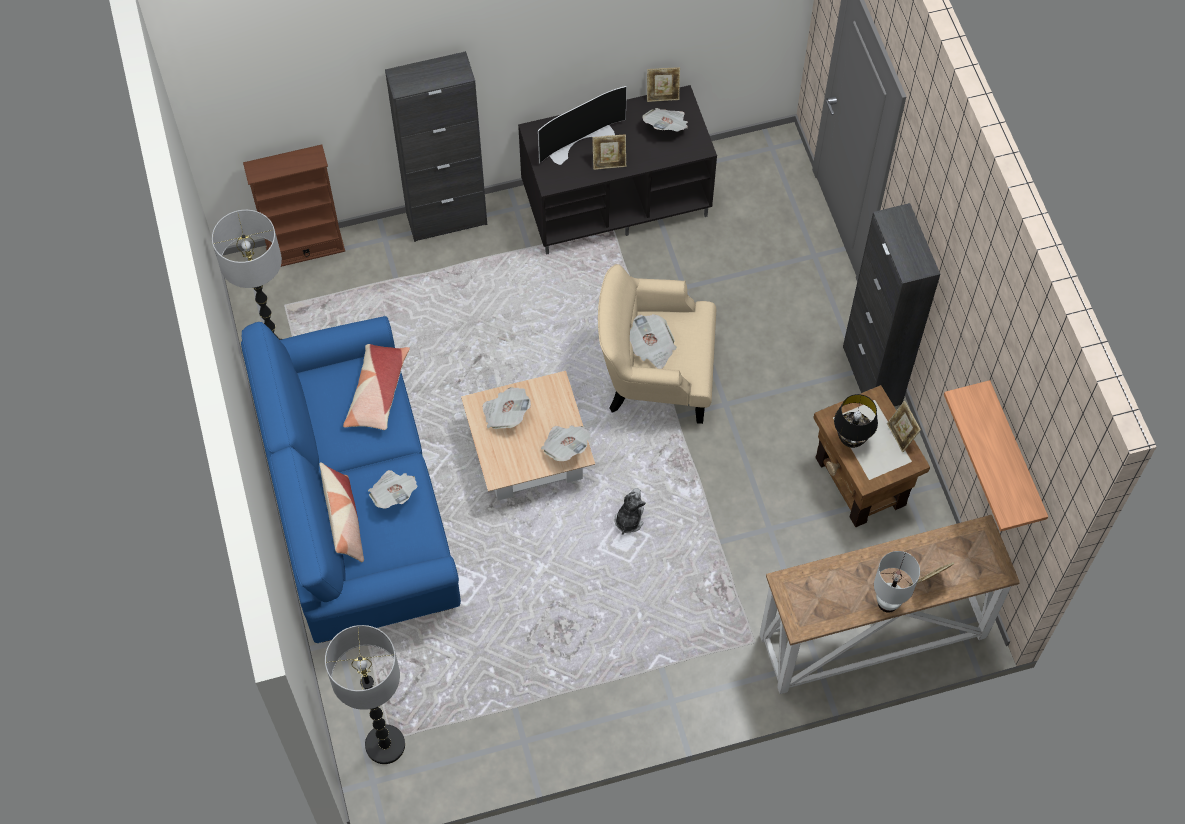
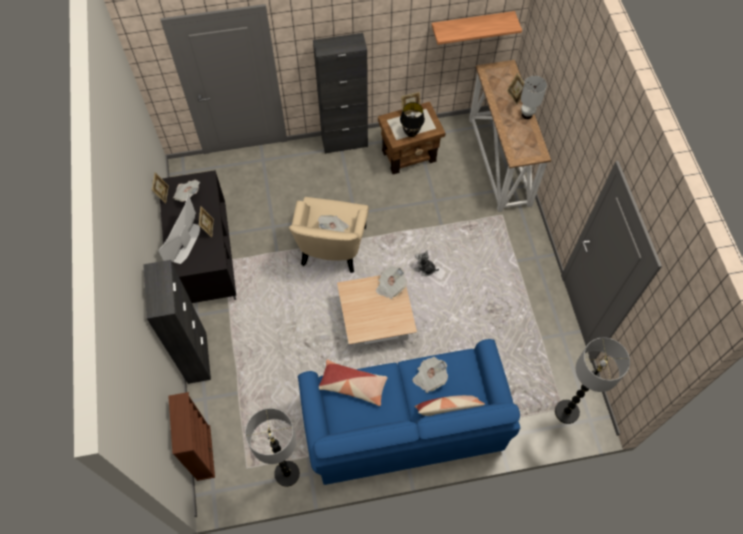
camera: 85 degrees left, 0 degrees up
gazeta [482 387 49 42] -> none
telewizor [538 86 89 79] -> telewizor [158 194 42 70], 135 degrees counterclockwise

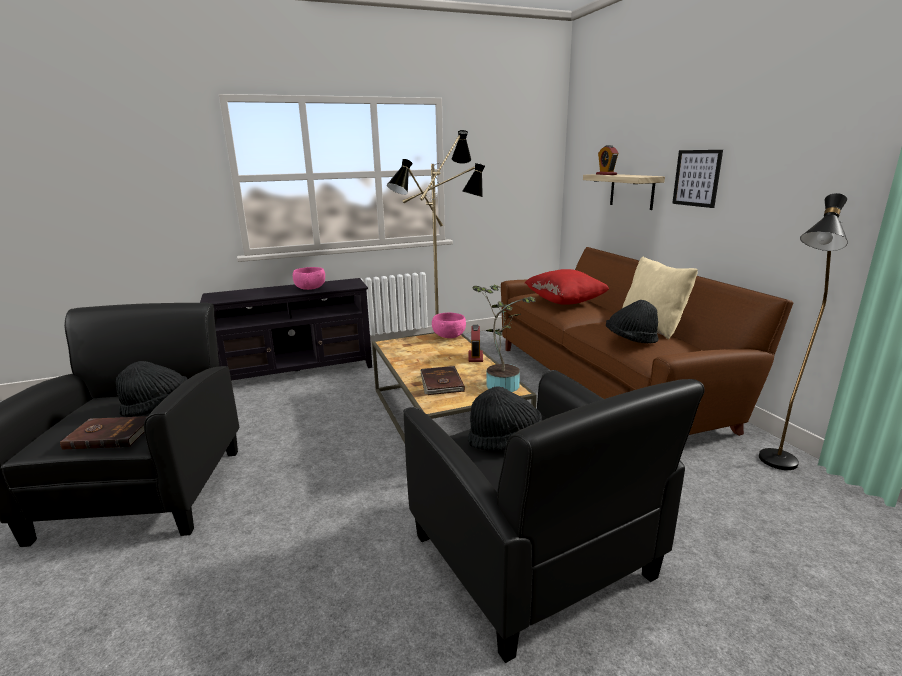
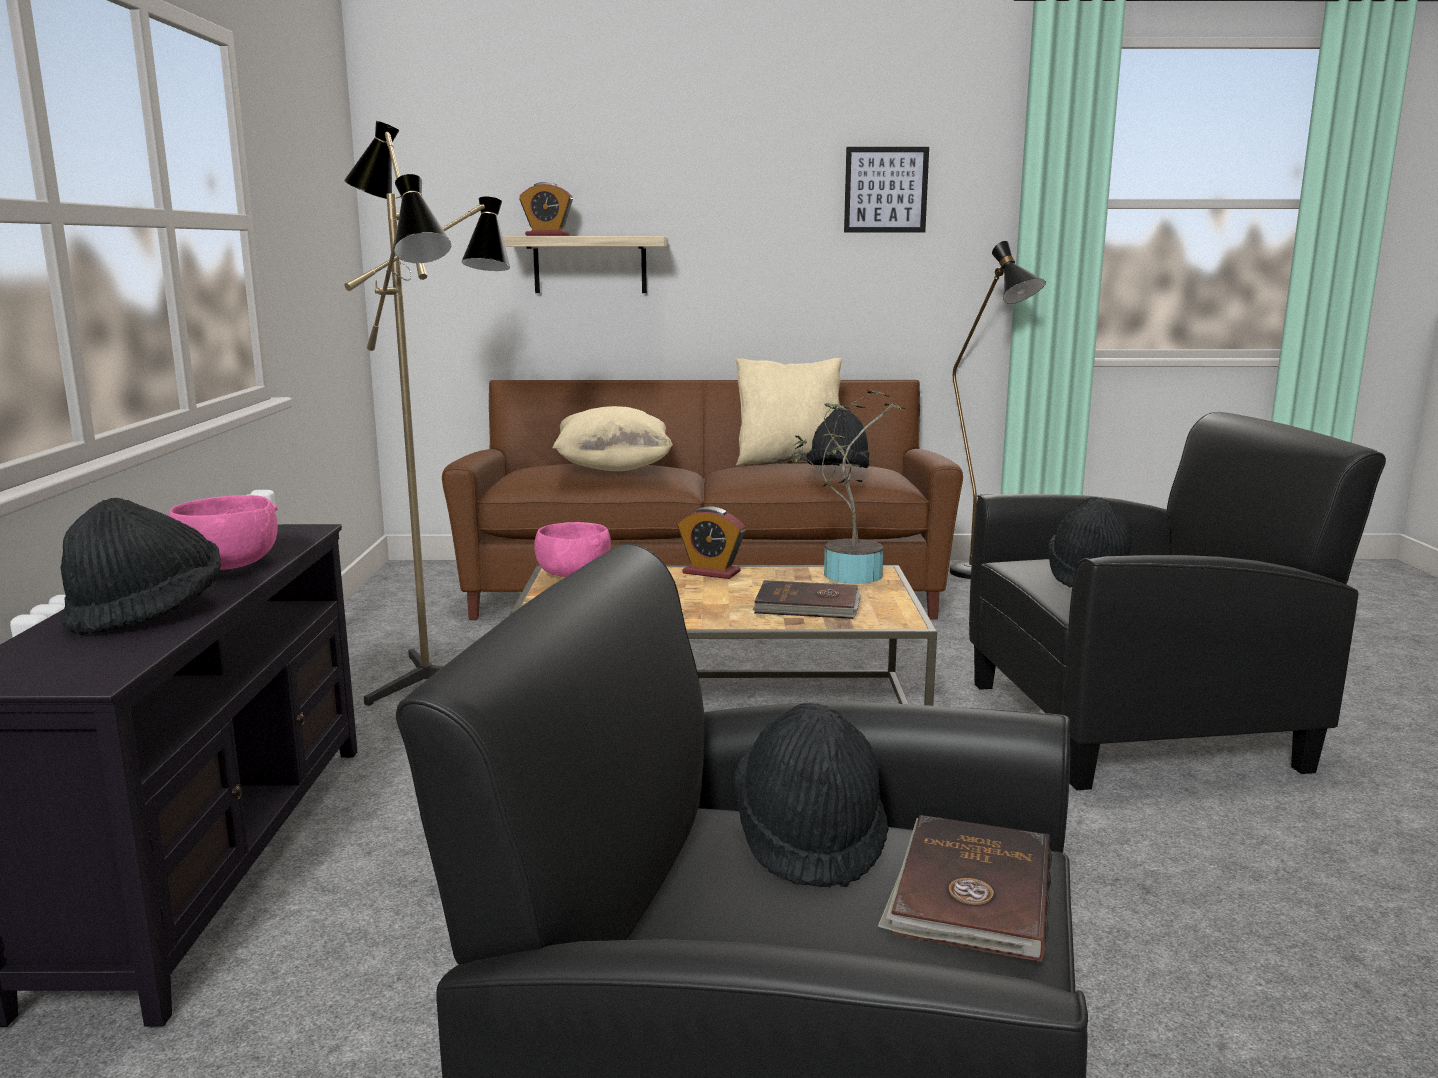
camera: 70 degrees left, 5 degrees down
poduszka (czerwony) [525 269 84 36] -> poduszka (beżowy) [553 406 120 65]
obraz [672 150 51 58] -> obraz [844 147 85 86], shifted
none -> kapelusz (czarny) [61 498 160 137]

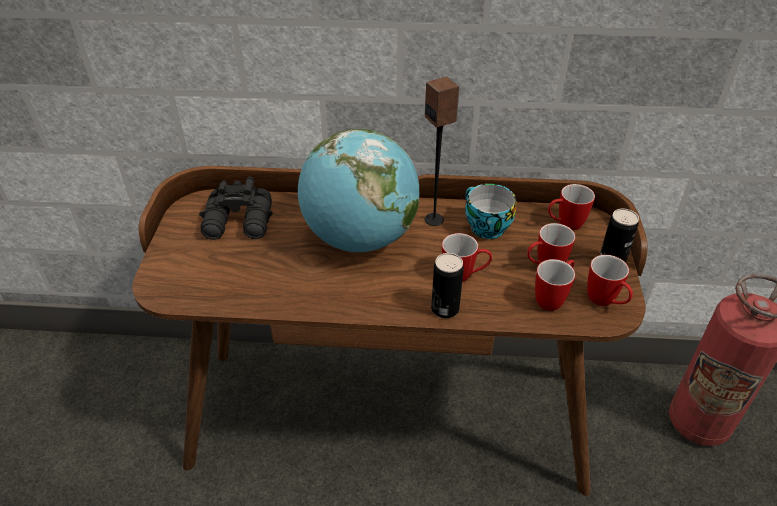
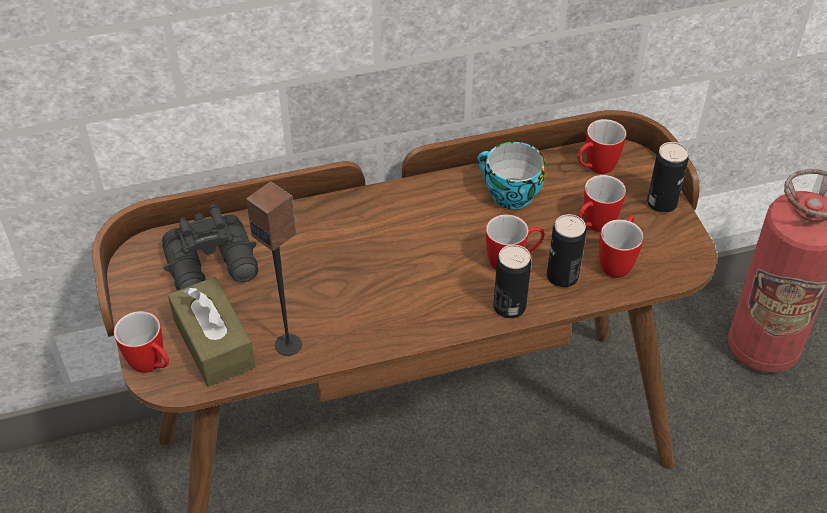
camera: 20 degrees left, 5 degrees up
globus [298 129 121 123] -> none
głośnik [424 77 36 149] -> głośnik [246 182 56 174], shifted
kubek [587 255 46 51] -> kubek [114 311 55 62], shifted
none -> pudełko chusteczek (brązowy) [168 277 88 110]
none -> puszka [547 214 39 73]

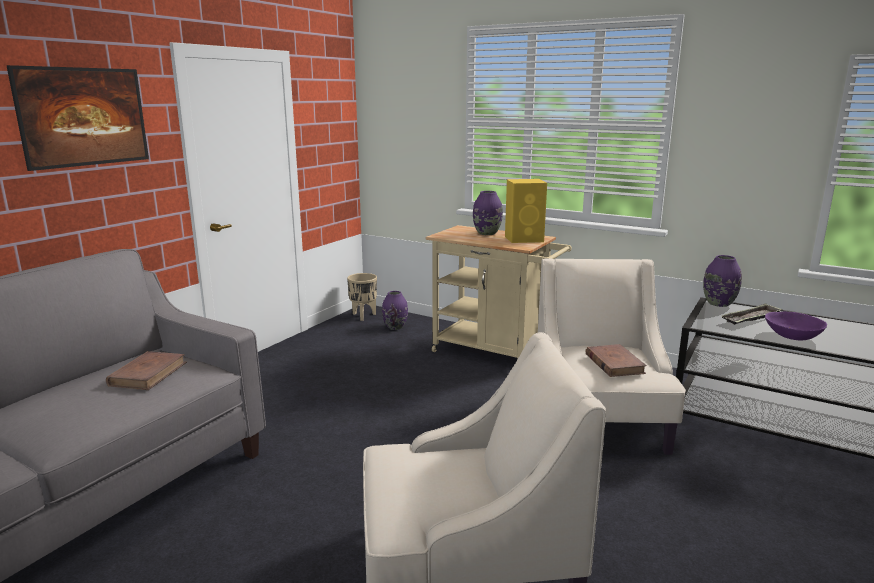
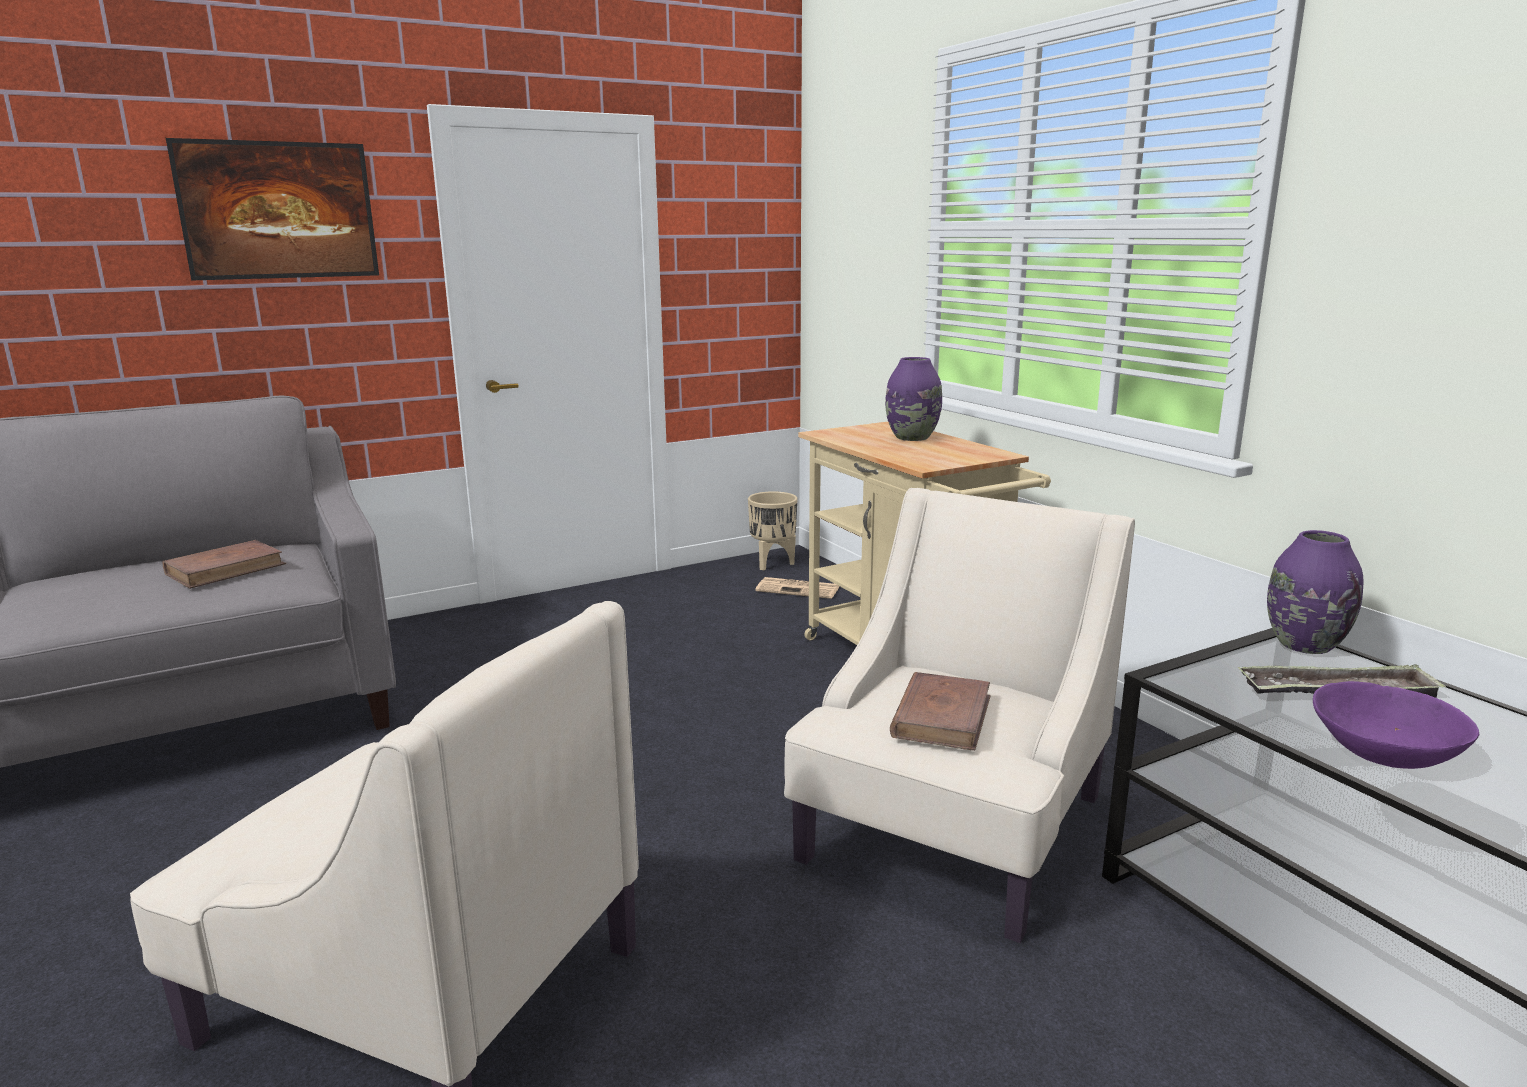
camera: 30 degrees right, 0 degrees up
wazon (fioletowy) [382 291 26 39] -> gazeta [755 577 85 22]
głośnik (żółty) [505 179 42 64] -> none

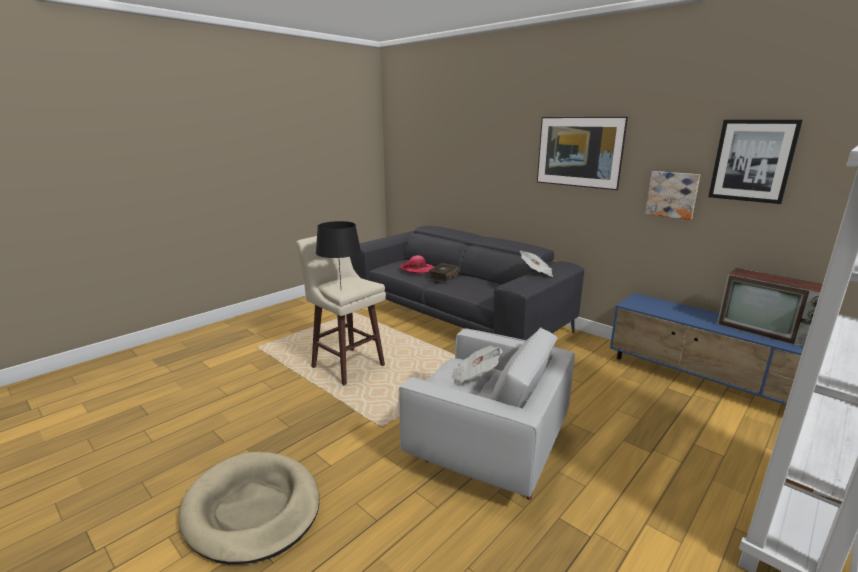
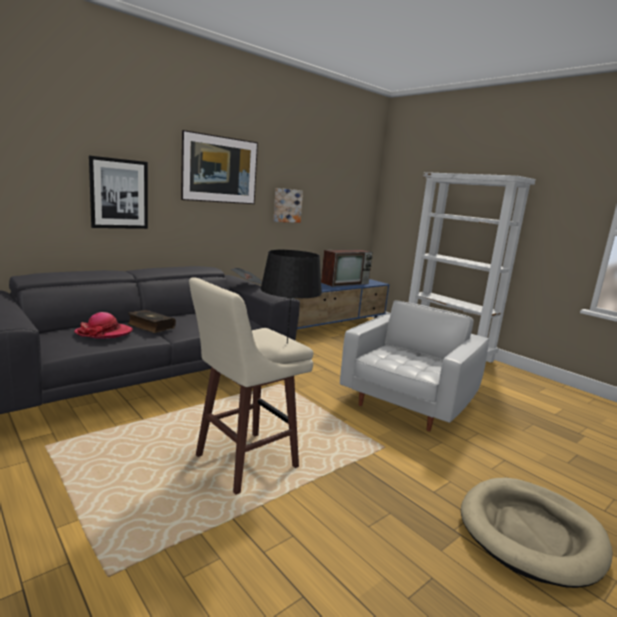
camera: 85 degrees left, 5 degrees down
gazeta [450 346 53 37] -> none
obraz [708 120 95 84] -> obraz [89 156 59 73], shifted

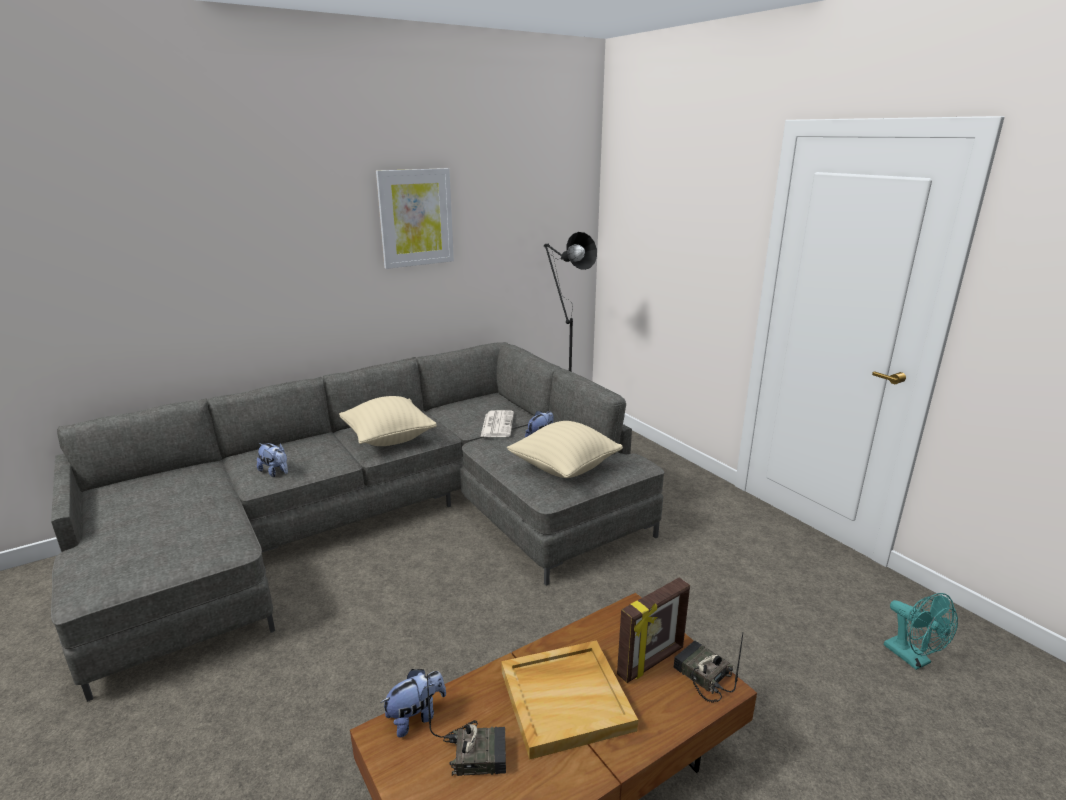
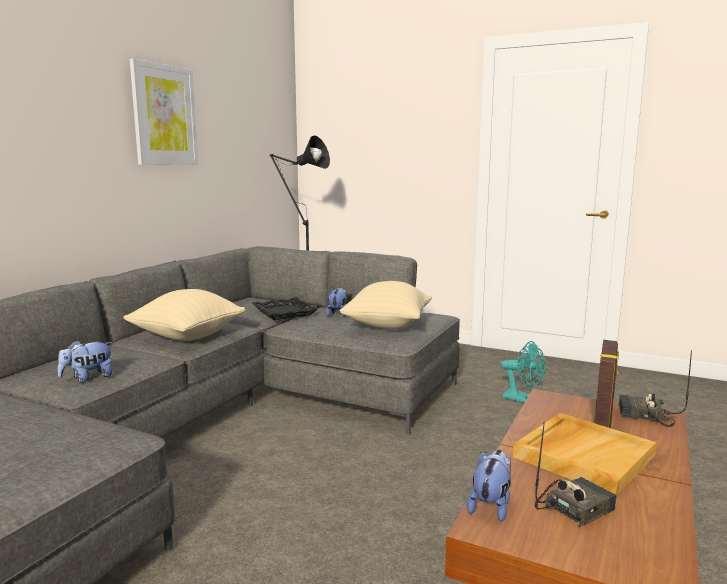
camera: 30 degrees left, 10 degrees down
pluszak [257 443 31 34] -> pluszak [58 340 55 43], 135 degrees clockwise
gazeta [480 410 34 27] -> taca (czarny) [252 297 66 23]
wentylator (turkusowy) [884 593 74 77] -> wentylator (turkusowy) [500 341 46 62], shifted

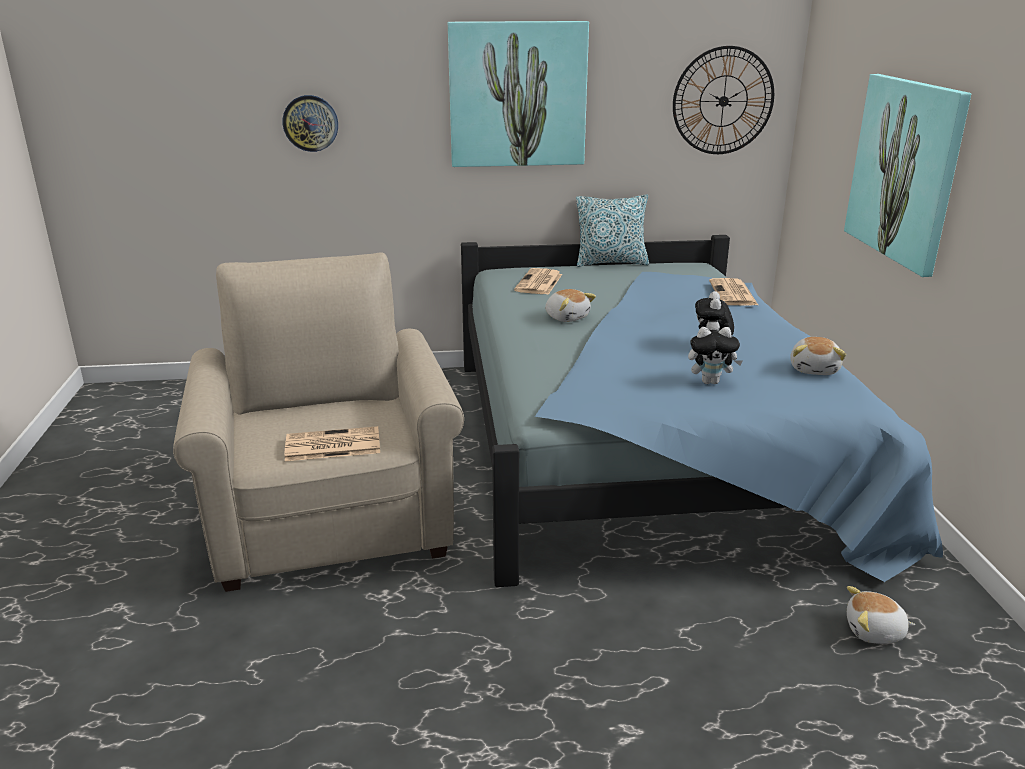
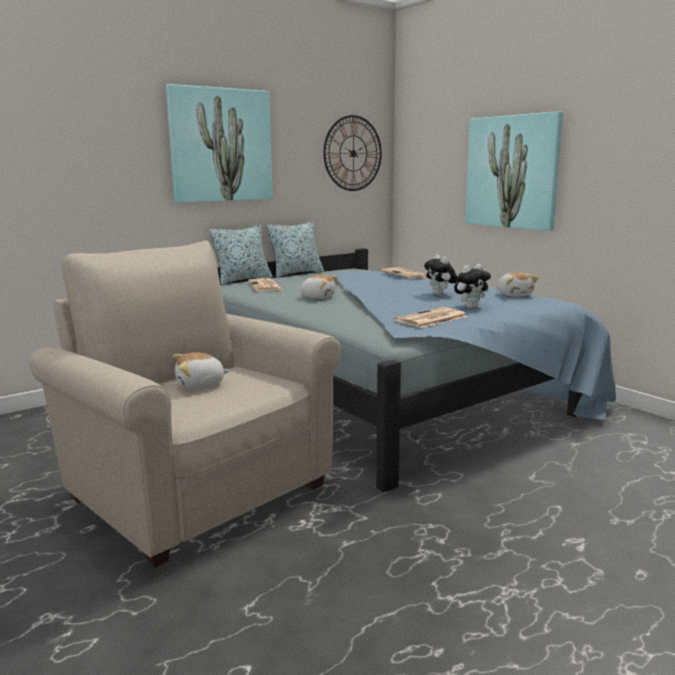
camera: 30 degrees left, 10 degrees down
zegar ścienny [283 95 55 57] -> none
gazeta [285 426 95 35] -> gazeta [394 307 74 21], shifted
pluszak [847 586 68 58] -> pluszak [173 352 57 37], shifted
none -> poduszka [209 225 64 60]

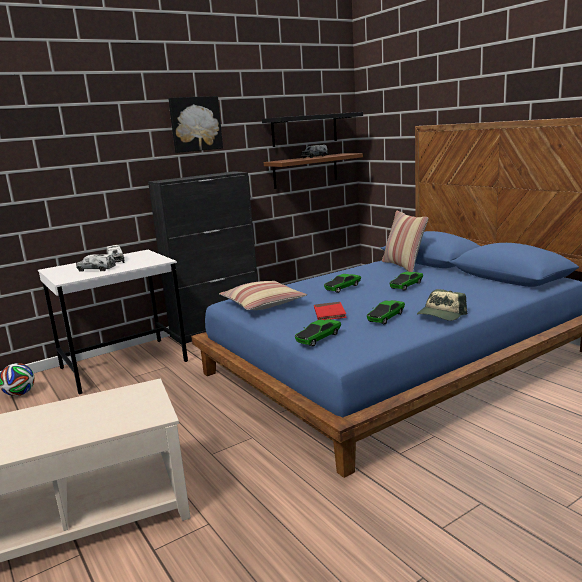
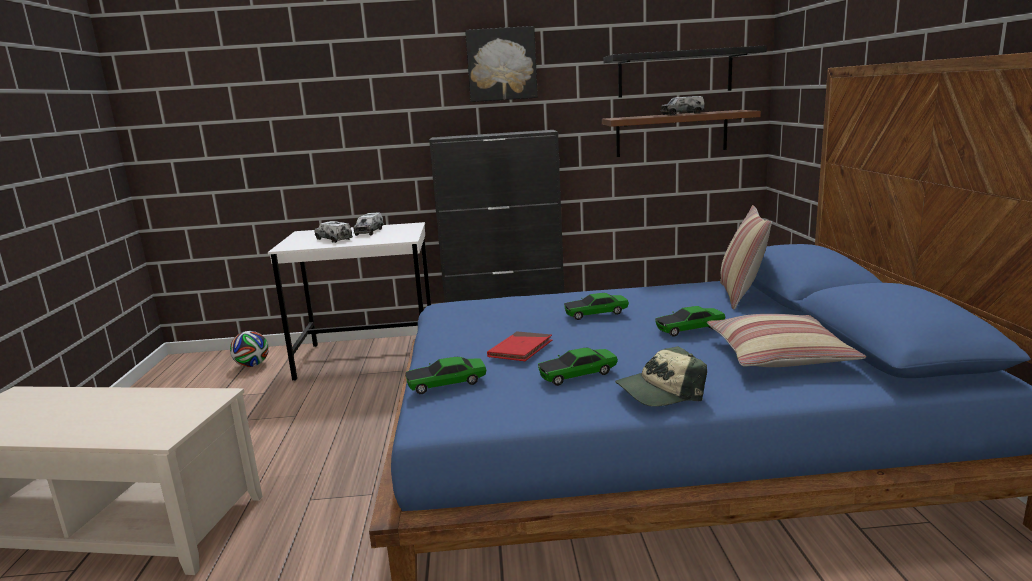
camera: 30 degrees right, 0 degrees up
poduszka [219 281 88 29] -> poduszka [707 314 159 53], shifted

